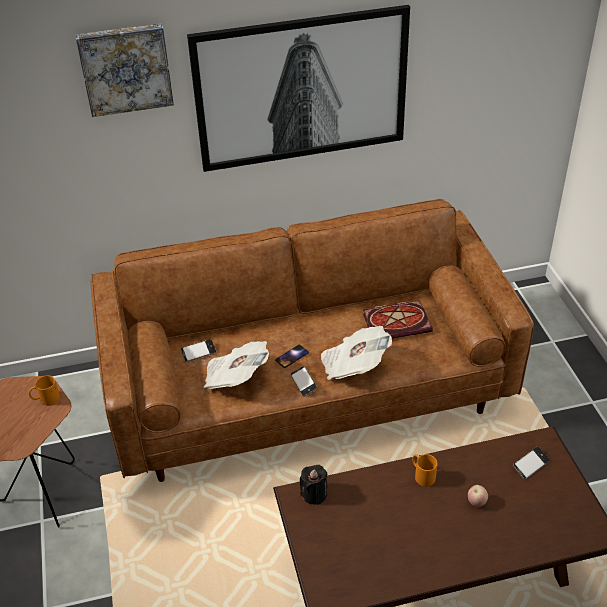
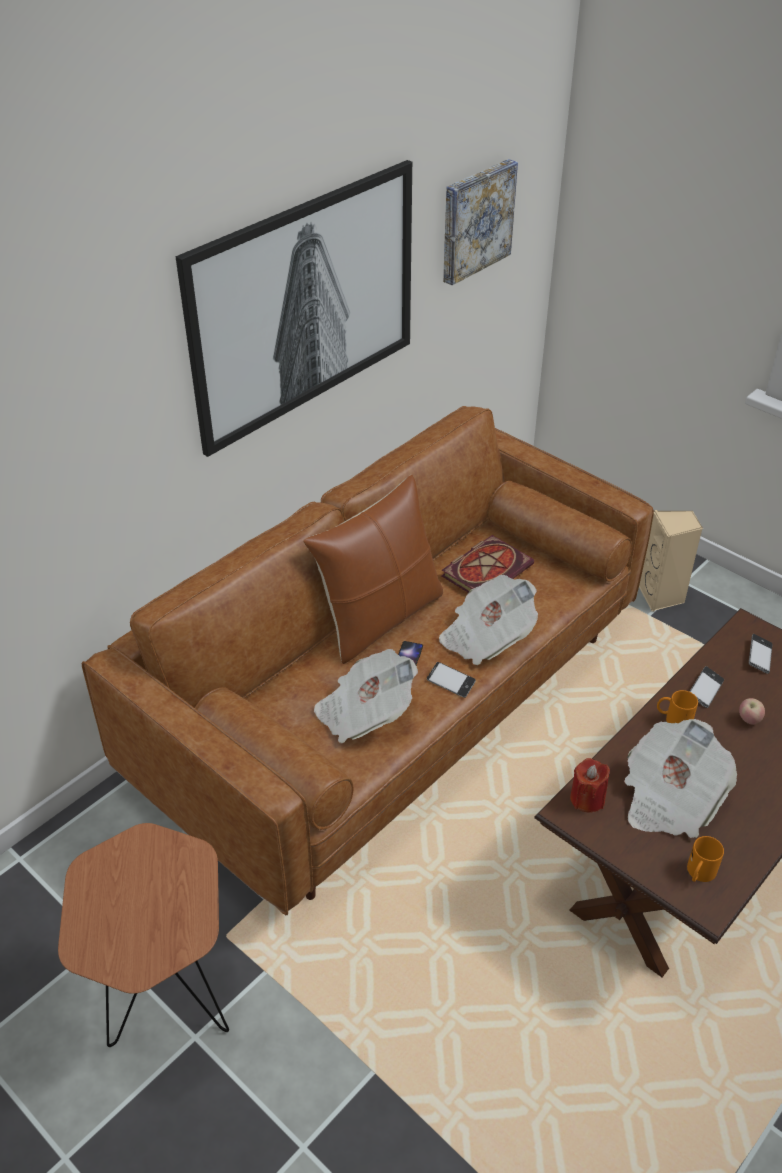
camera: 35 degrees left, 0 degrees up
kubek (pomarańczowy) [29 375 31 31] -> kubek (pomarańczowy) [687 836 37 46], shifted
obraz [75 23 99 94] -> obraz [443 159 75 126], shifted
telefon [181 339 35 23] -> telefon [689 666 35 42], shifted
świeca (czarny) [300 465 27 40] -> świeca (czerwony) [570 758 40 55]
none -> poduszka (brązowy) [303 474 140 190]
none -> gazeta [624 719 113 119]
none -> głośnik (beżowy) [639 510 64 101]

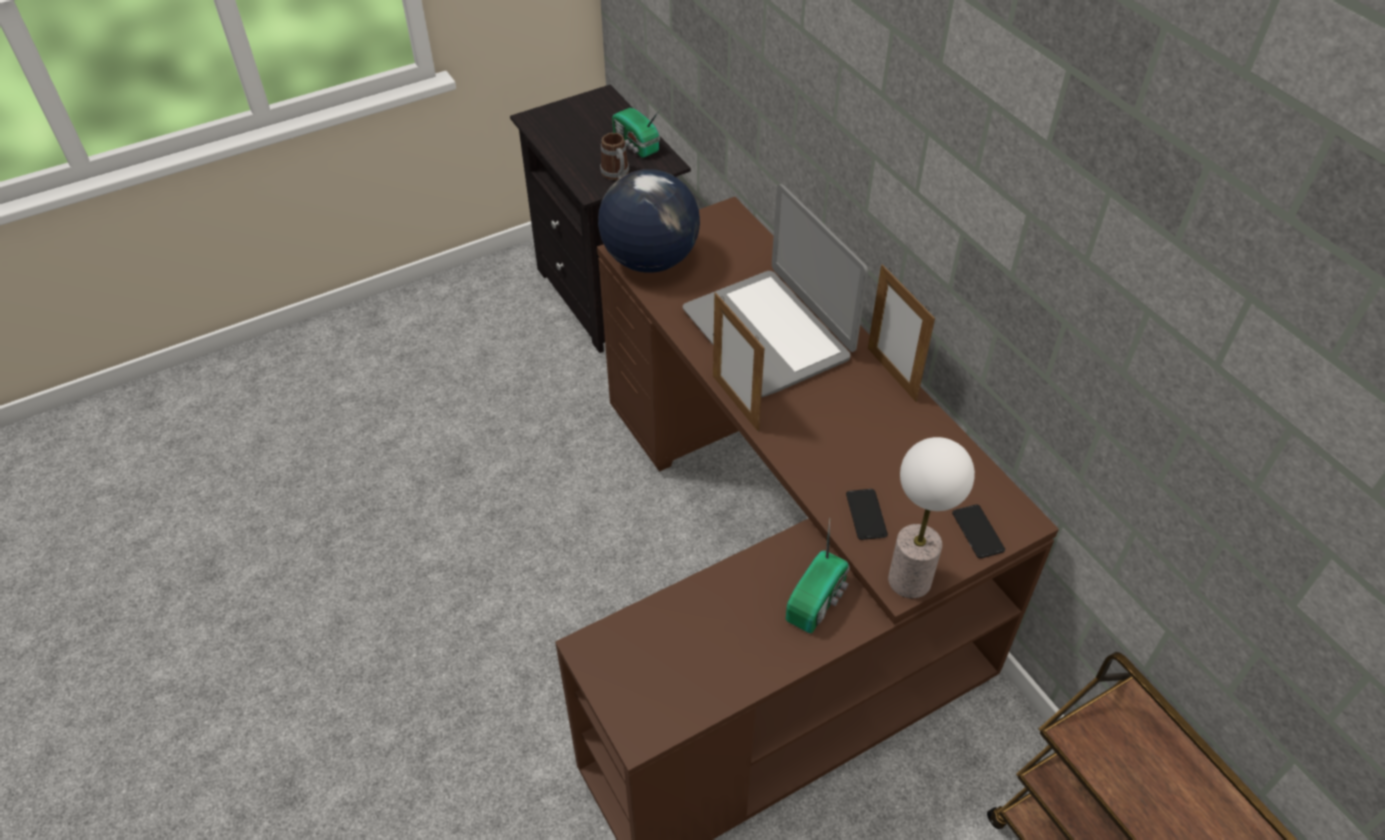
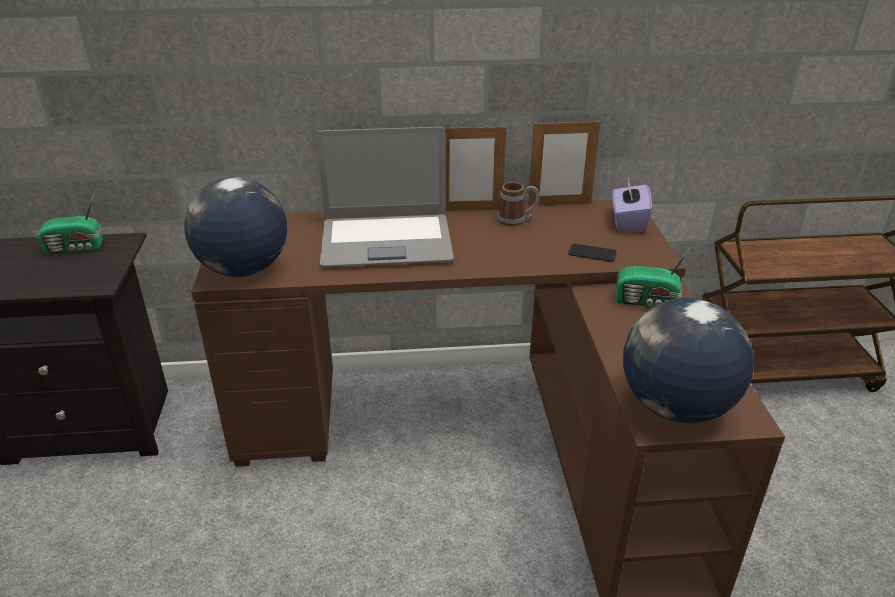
camera: 65 degrees left, 15 degrees down
kubek [600 133 29 47] -> kubek [497 182 42 45], shifted
ramka na zdjęcie [713 292 52 139] -> ramka na zdjęcie [528 119 73 87], shifted
radio [786 518 63 115] -> radio [616 246 76 61], 135 degrees clockwise
lampa stołowa [888 437 87 161] -> none
telefon [952 505 53 53] -> pudełko chusteczek (fioletowy) [612 177 40 55]
none -> globus [623 298 131 125]

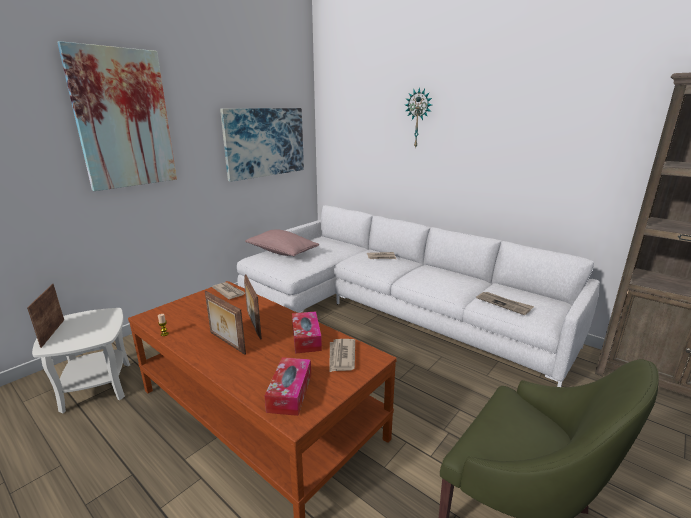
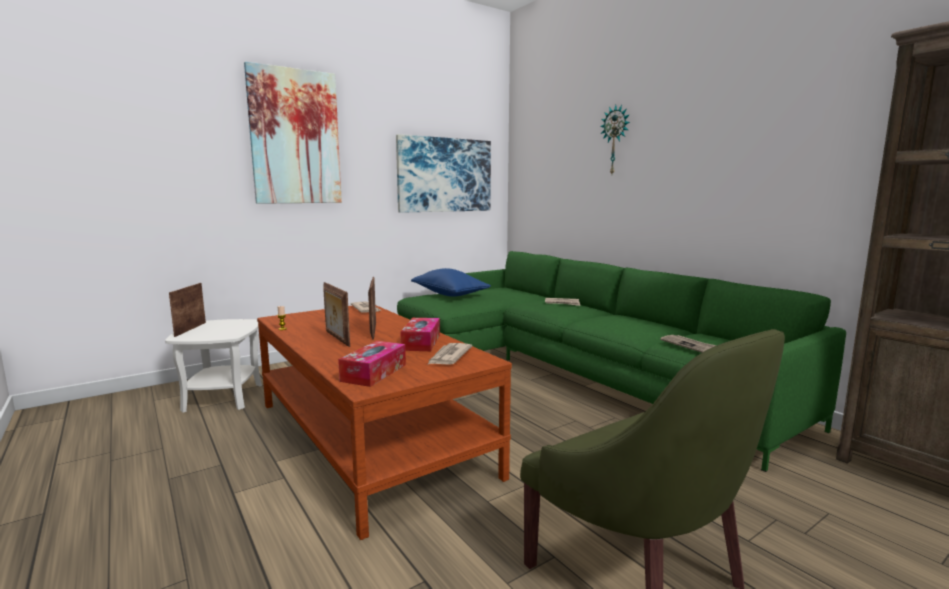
camera: 15 degrees right, 10 degrees down
kanapa (biały) [237 205 363 182] -> kanapa (zielony) [397 251 449 221]
poduszka (różowy) [245 229 74 27] -> poduszka (niebieski) [411 268 80 29]

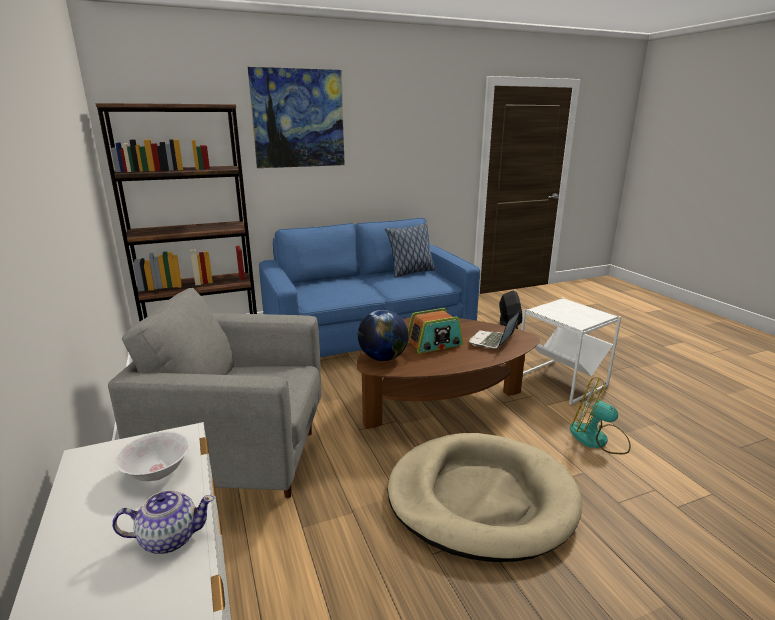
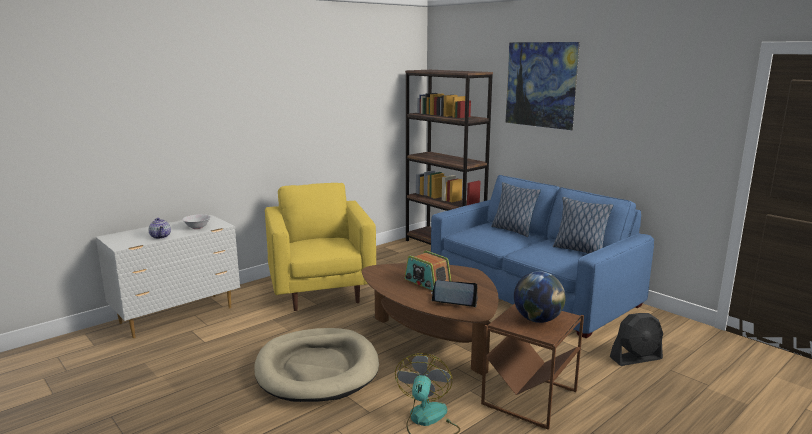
camera: 70 degrees right, 5 degrees down
fotel (szary) [108 288 214 210] -> fotel (żółty) [265 183 111 128]
globus [358 310 51 51] -> globus [514 271 52 52], shifted
stolik (biały) [521 297 100 108] -> stolik (brązowy) [481 303 103 127]
none -> poduszka [491 182 50 55]

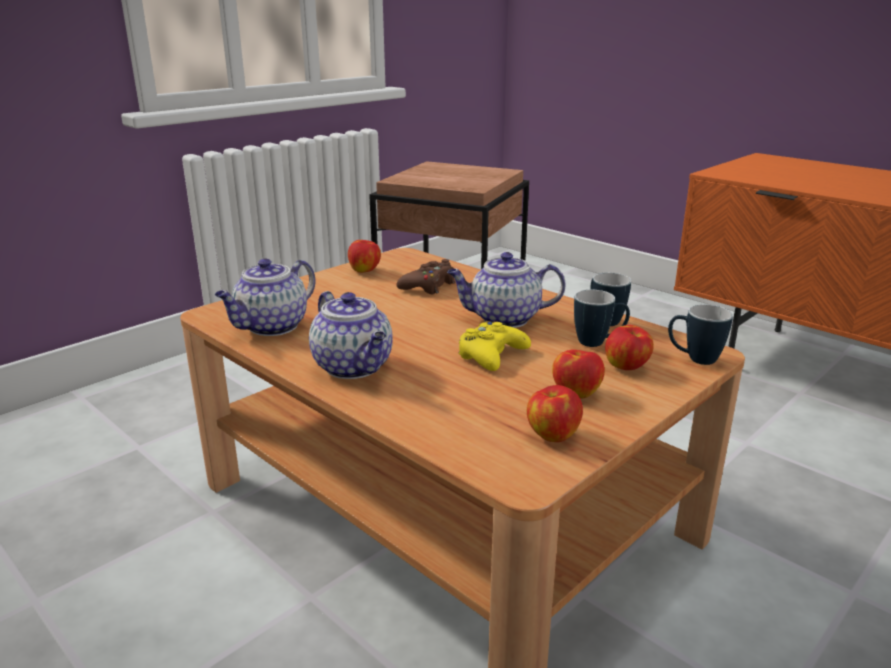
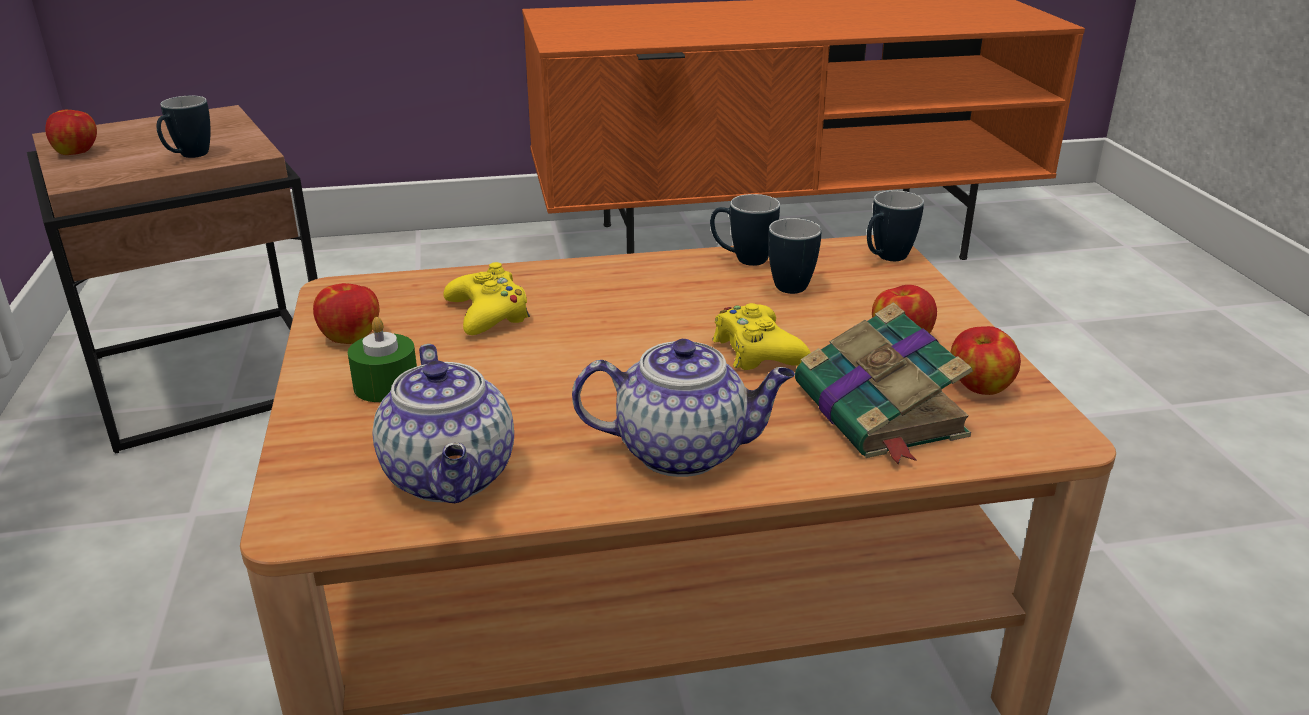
camera: 55 degrees left, 5 degrees up
pad do gier (brązowy) [397 259 59 36] -> pad do gier (żółty) [443 262 87 73]
imbryk [447 252 119 76] -> none
jabłko [605 325 49 45] -> jabłko [45 110 52 45], shifted
none -> kubek [157 96 54 62]
none -> świeca (zielony) [348 317 69 85]
none -> książka [795 302 178 163]

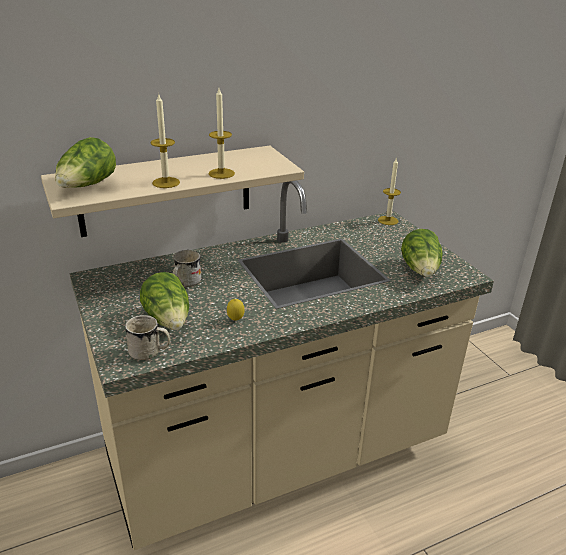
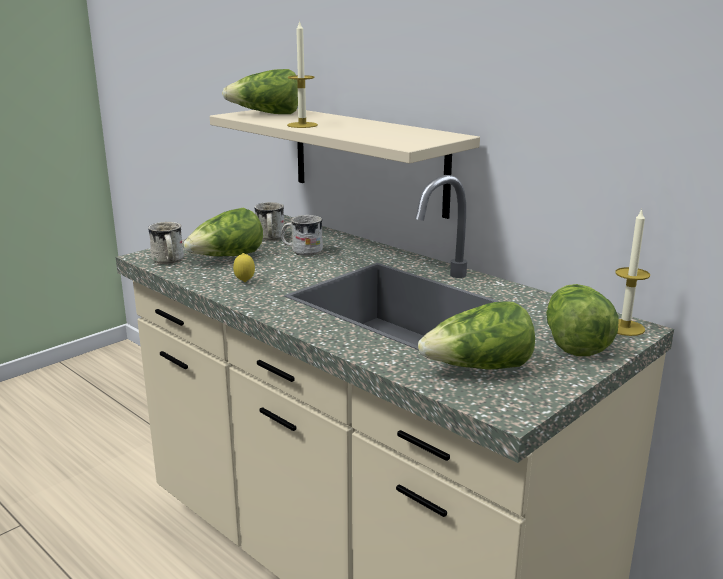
camera: 70 degrees right, 10 degrees down
świeca [209 88 26 91] -> none
none -> kubek (biały) [254 202 31 39]
none -> sałata [546 284 73 72]

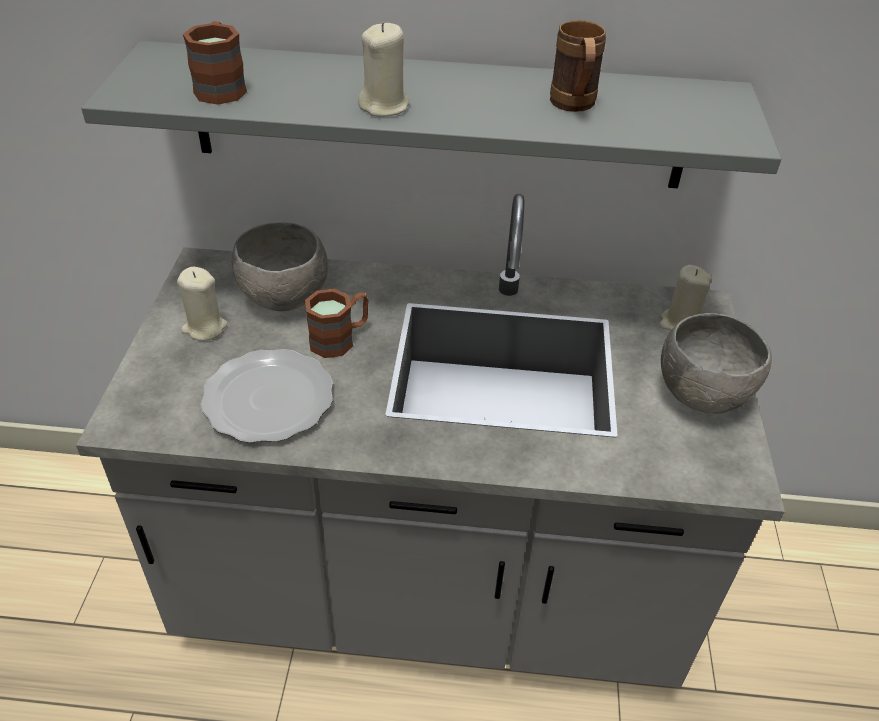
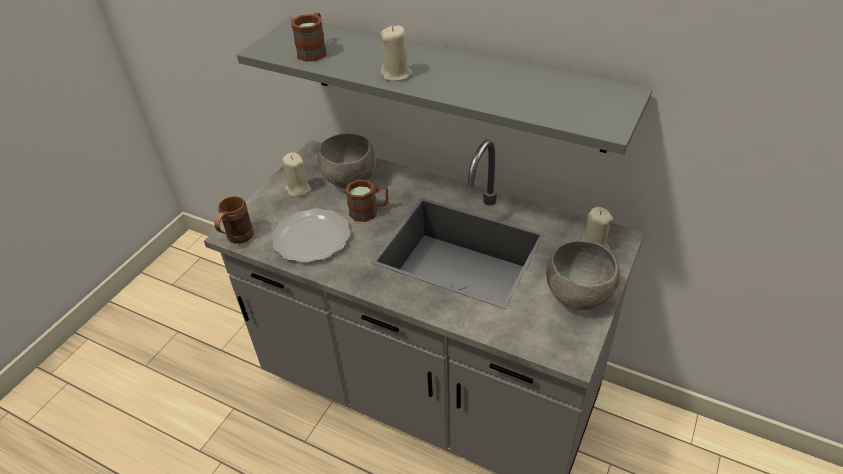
camera: 25 degrees right, 0 degrees up
kubek (brązowy) [550 20 56 92] -> kubek (brązowy) [214 196 40 48], shifted

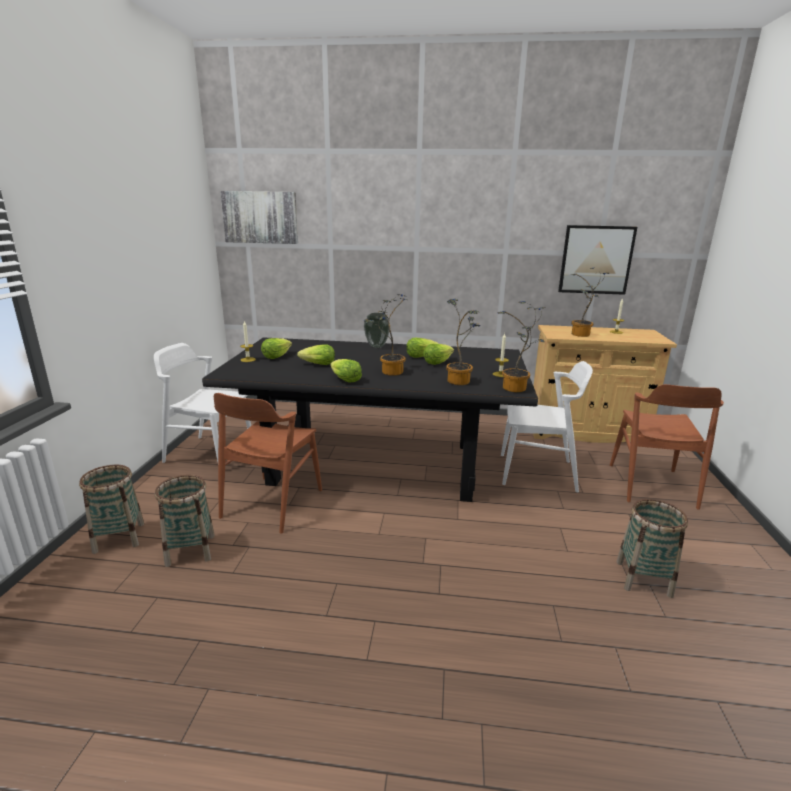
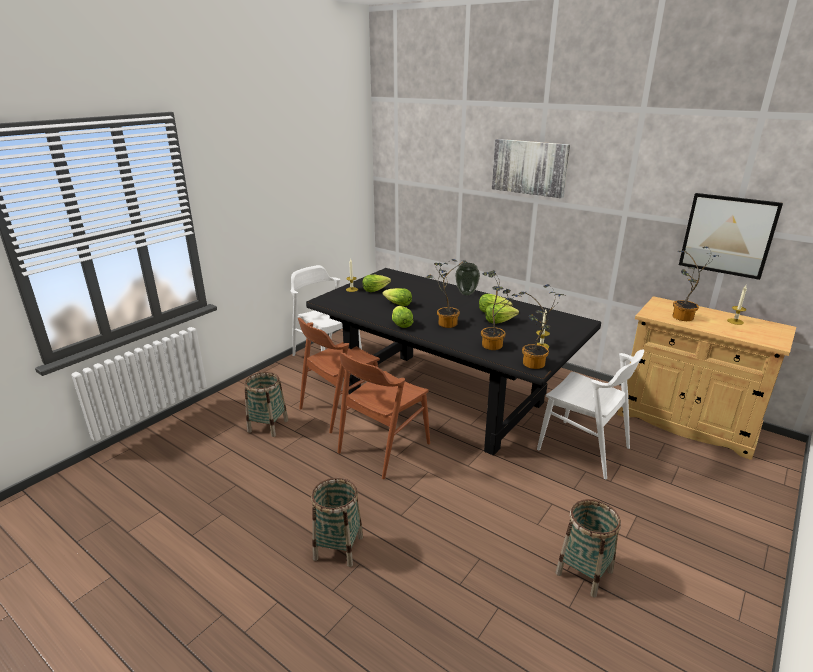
camera: 30 degrees right, 5 degrees up
koszyk [79 465 65 89] -> koszyk [311 478 52 89], shifted
obraz [220 191 78 53] -> obraz [492 139 78 59], shifted
krzesło (brązowy) [610 384 114 126] -> krzesło (brązowy) [338 353 92 126], shifted

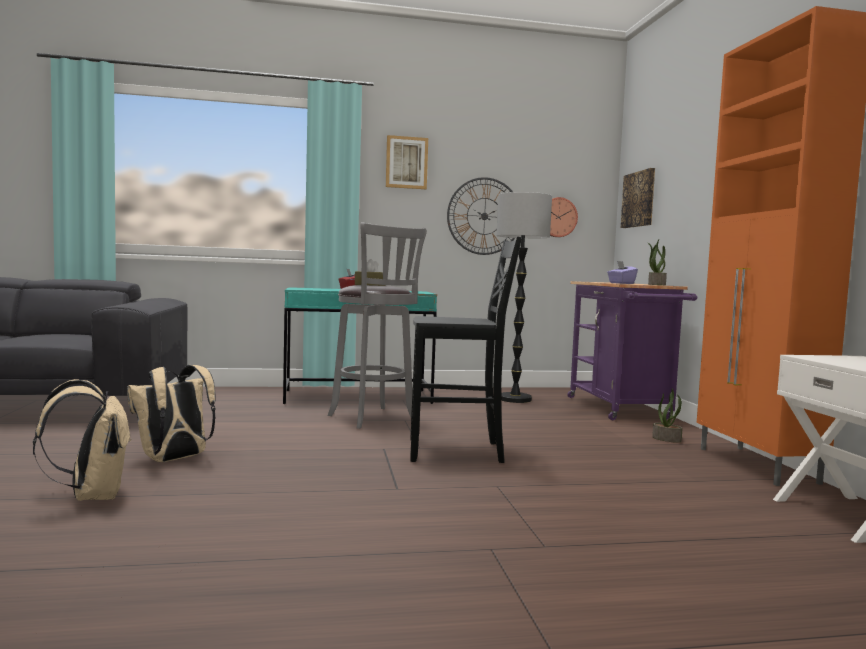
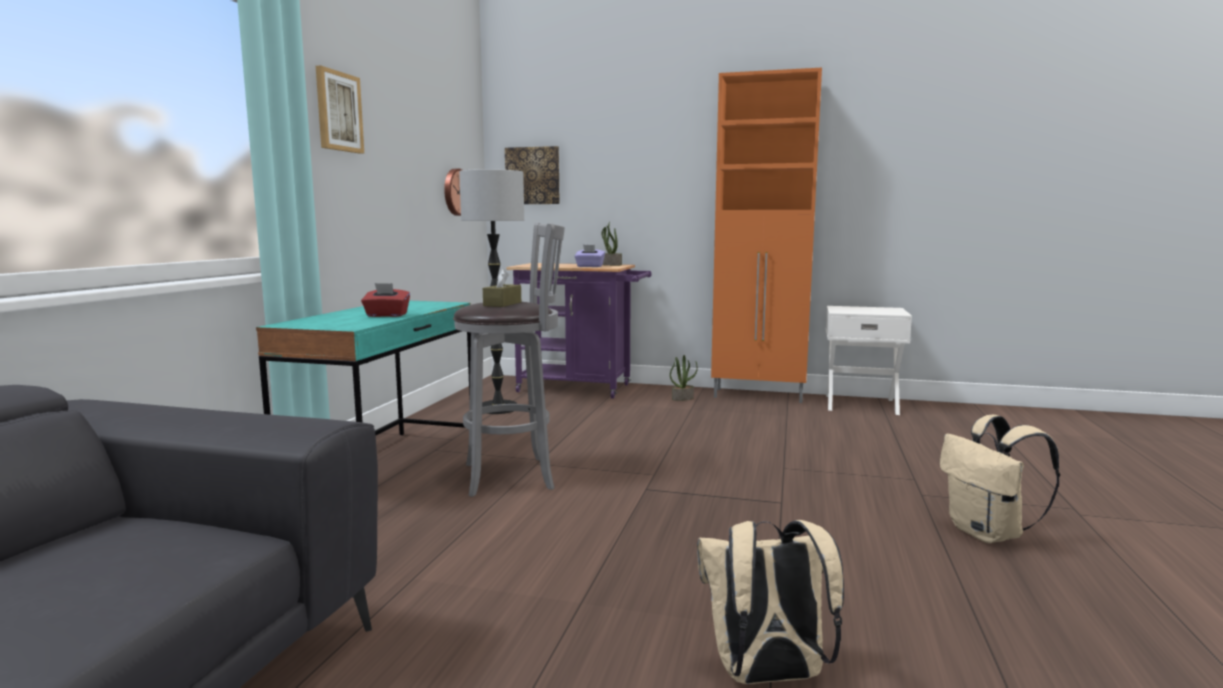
camera: 65 degrees left, 5 degrees up
plecak (beżowy) [127 365 89 97] -> plecak (beżowy) [940 415 120 128], shifted
krzesło (czarny) [410 236 112 227] -> none
zegar ścienny [447 177 68 78] -> none

